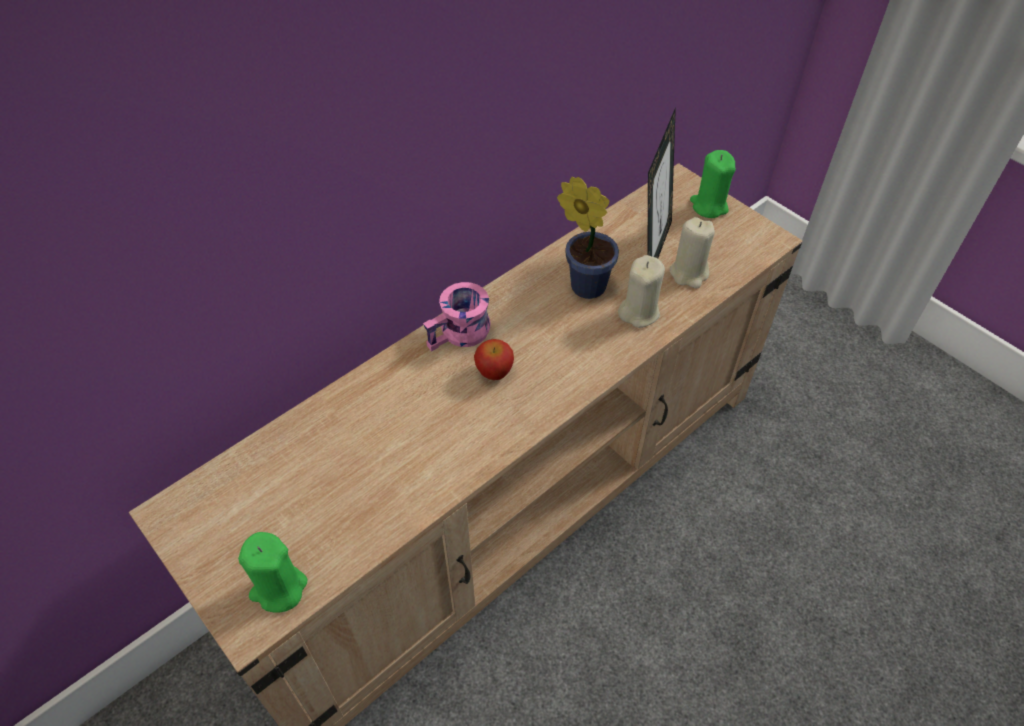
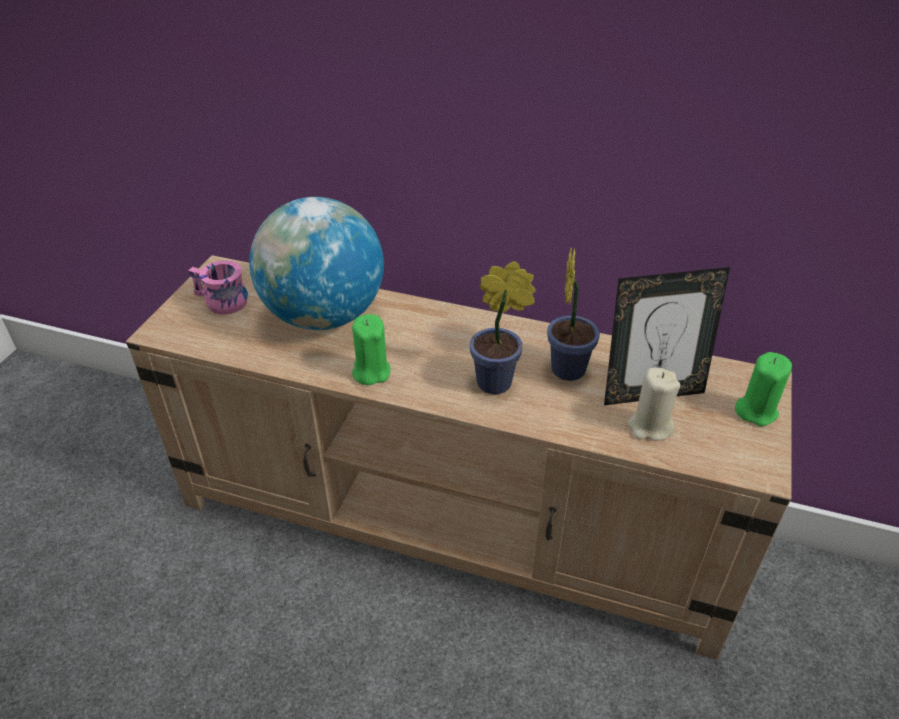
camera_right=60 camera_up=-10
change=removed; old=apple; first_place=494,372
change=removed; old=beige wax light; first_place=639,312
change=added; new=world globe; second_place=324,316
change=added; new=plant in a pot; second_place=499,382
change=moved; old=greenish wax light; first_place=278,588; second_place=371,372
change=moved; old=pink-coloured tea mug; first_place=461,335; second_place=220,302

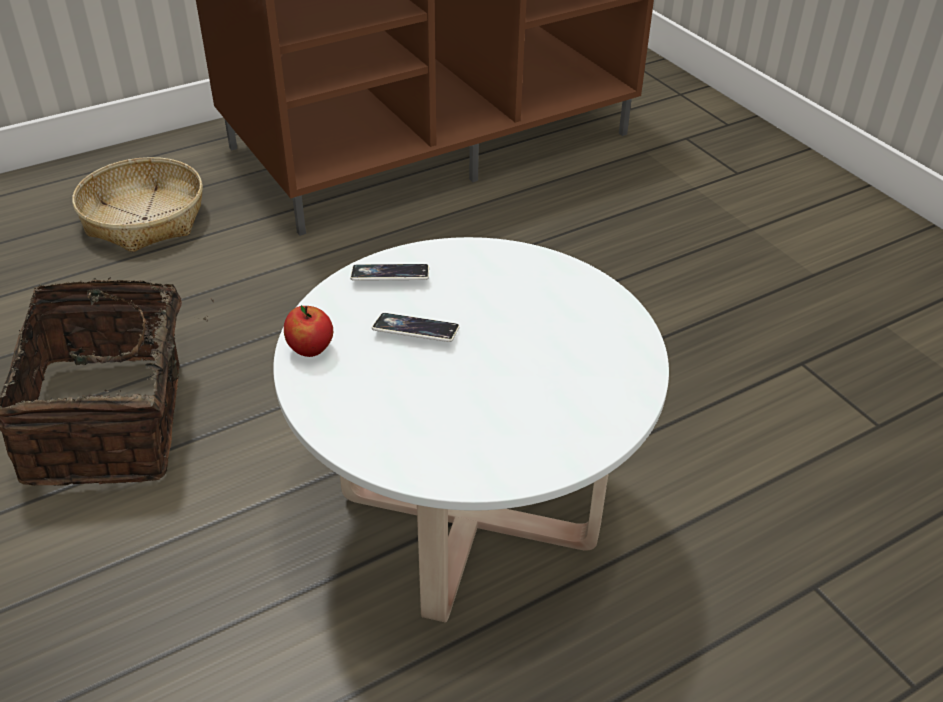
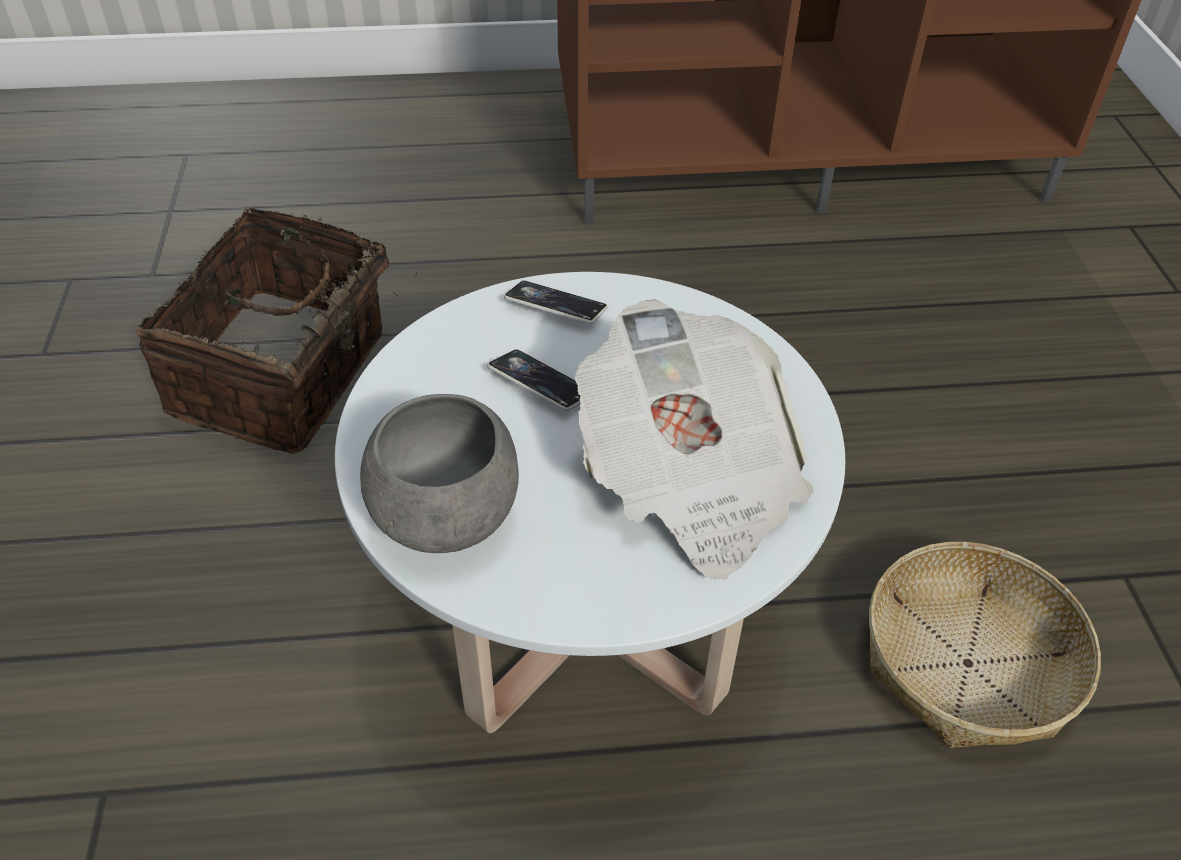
camera_right=25 camera_up=5
change=removed; old=apple; first_place=311,349
change=added; new=grey bowl; second_place=449,517
change=added; new=newspaper; second_place=691,480
change=moved; old=storage basket; first_place=144,218; second_place=967,663

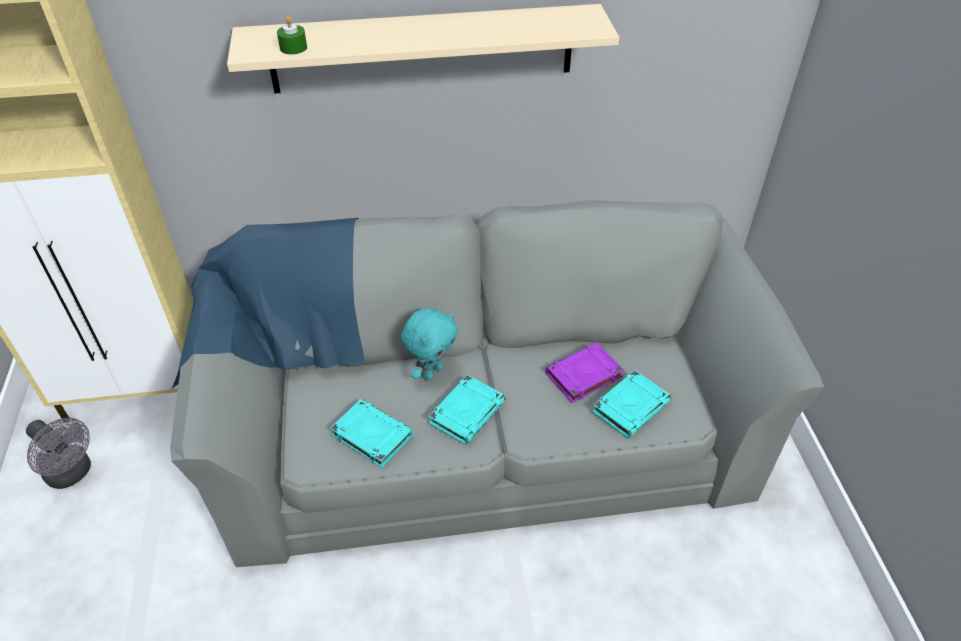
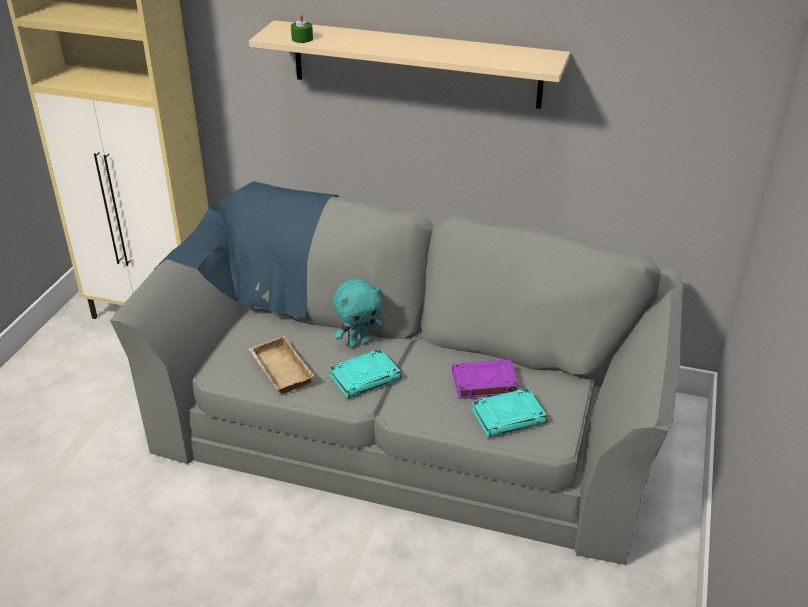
camera_right=25 camera_up=-10
change=removed; old=grey fan; first_place=73,474
change=replaced; old=blue-green bound book; new=beige serving tray; first_place=371,435; second_place=279,370

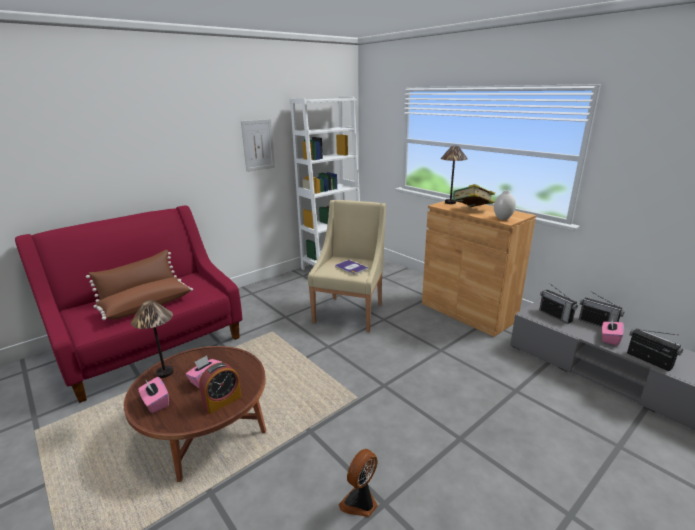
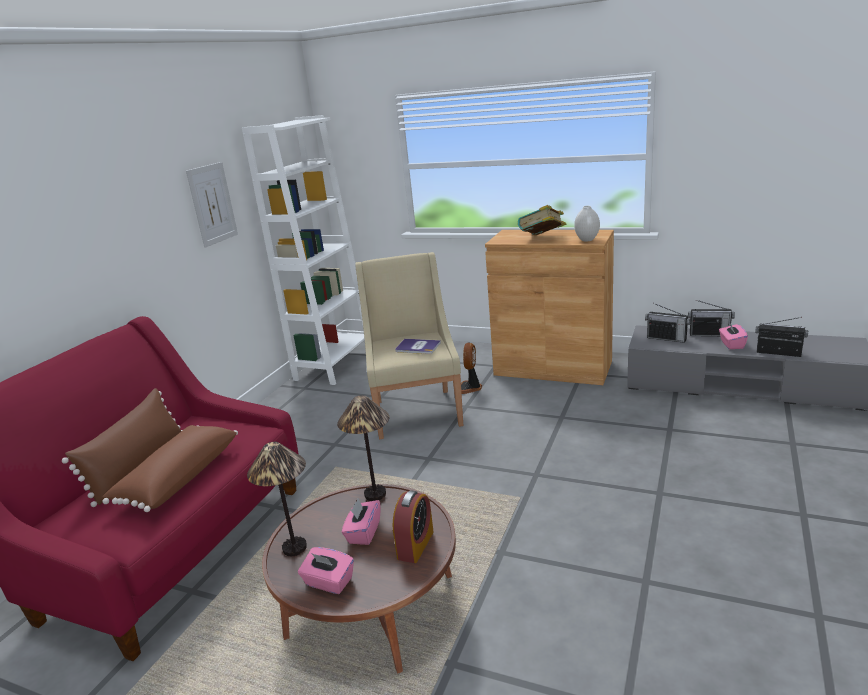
camera_right=-25 camera_up=0
change=moved; old=fan; first_place=360,503; second_place=470,388
change=moved; old=tabletop lamp; first_place=450,202; second_place=374,494

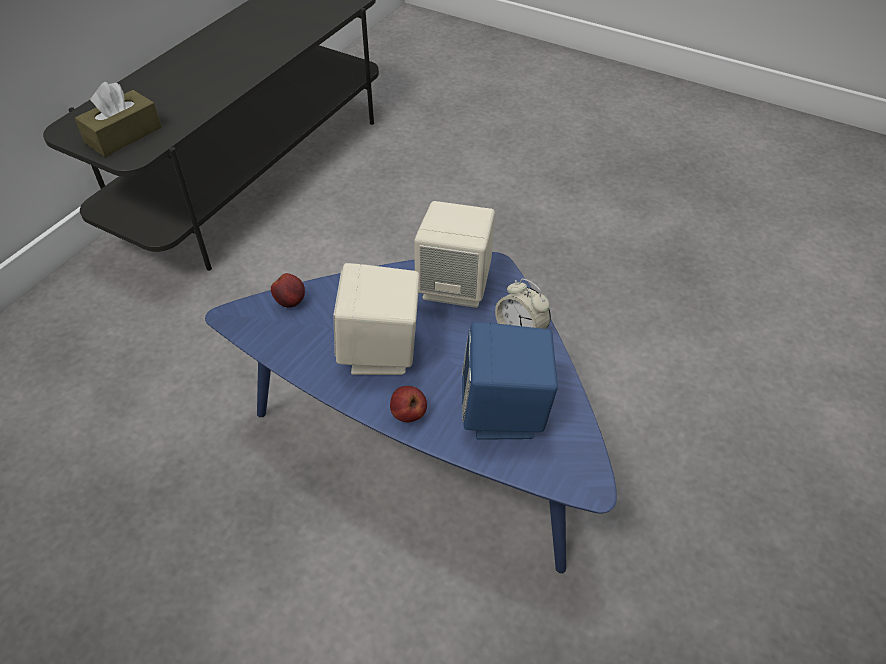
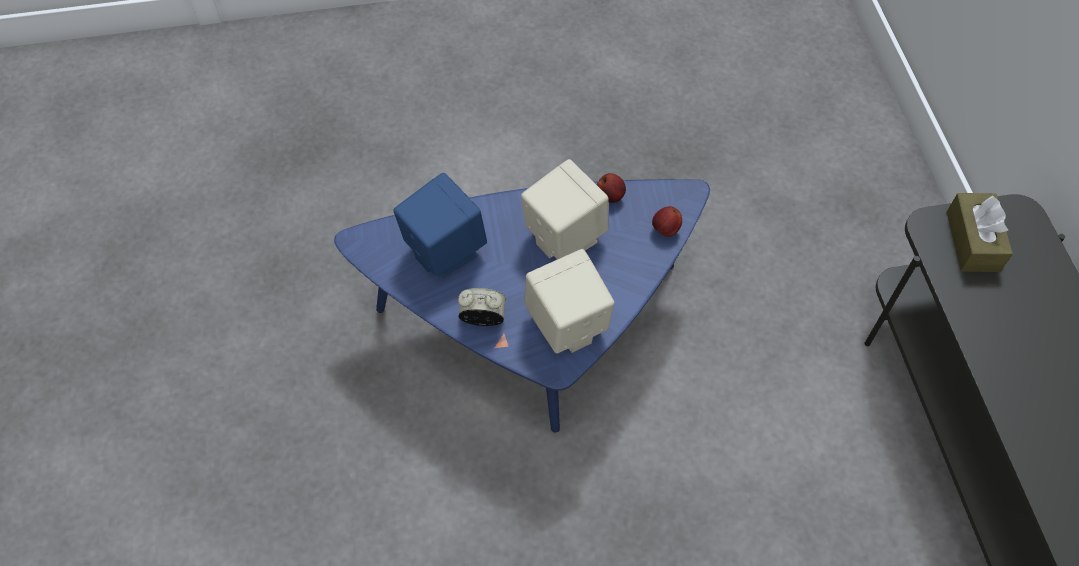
camera_right=140 camera_up=10
change=moved; old=apple; first_place=408,414; second_place=610,196

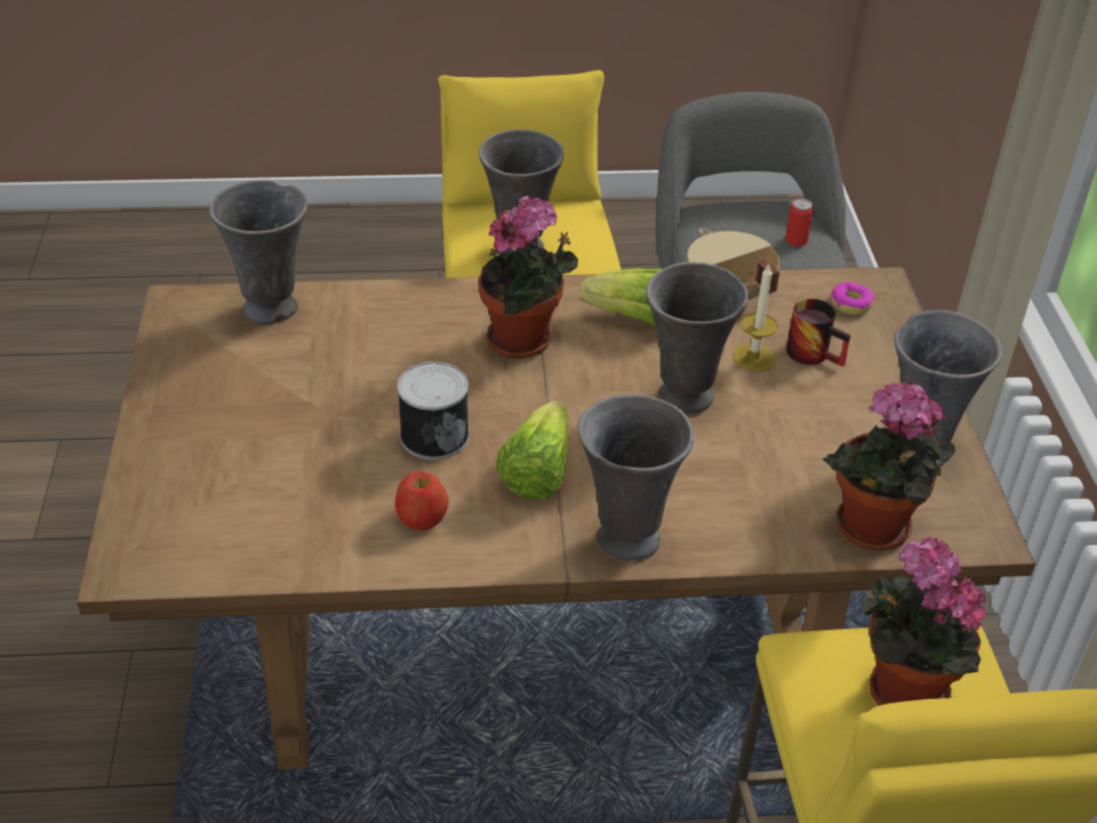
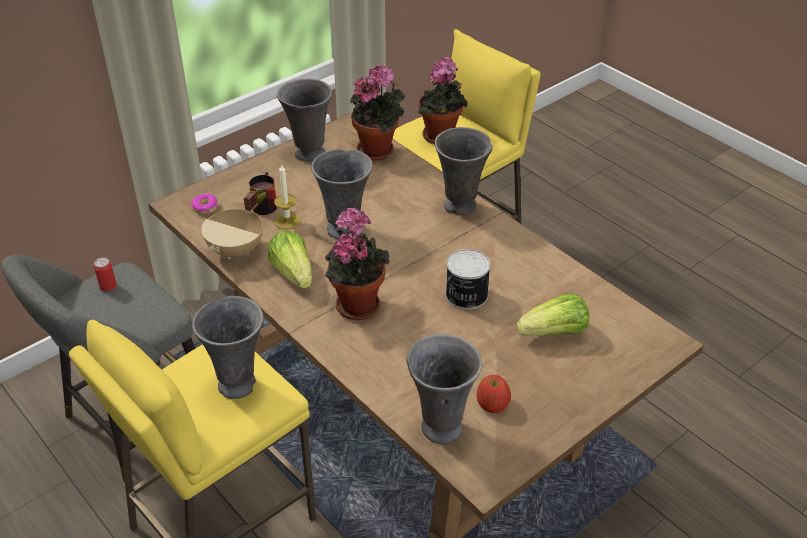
camera_right=-125 camera_up=0
change=moved; old=apple; first_place=421,516; second_place=492,403
change=moved; old=head of lettuce; first_place=537,472; second_place=555,333

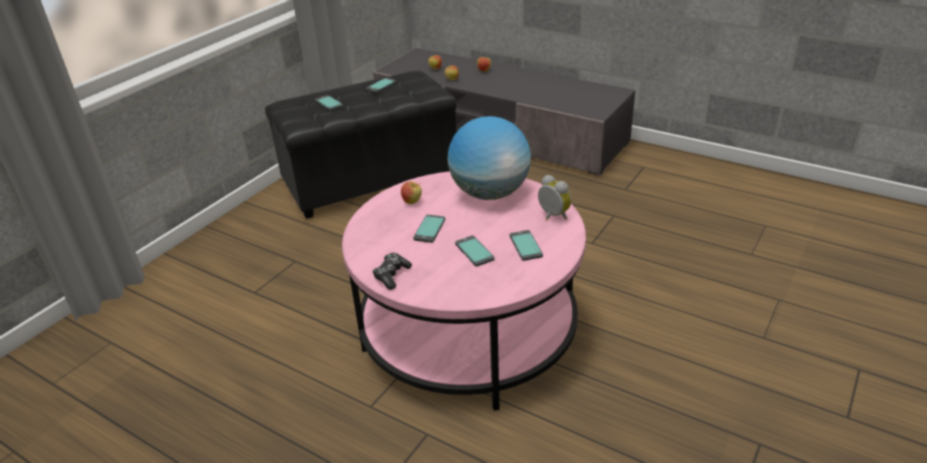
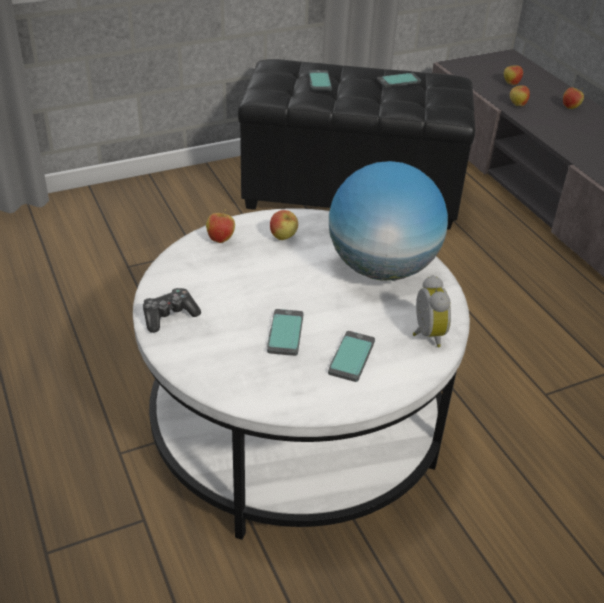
camera_right=30 camera_up=5
change=removed; old=handset; first_place=430,229
change=added; new=apple; second_place=221,239
change=recoloured; old=pink-coloured lounge table; new=white-coloured lounge table; first_place=468,330; second_place=295,424

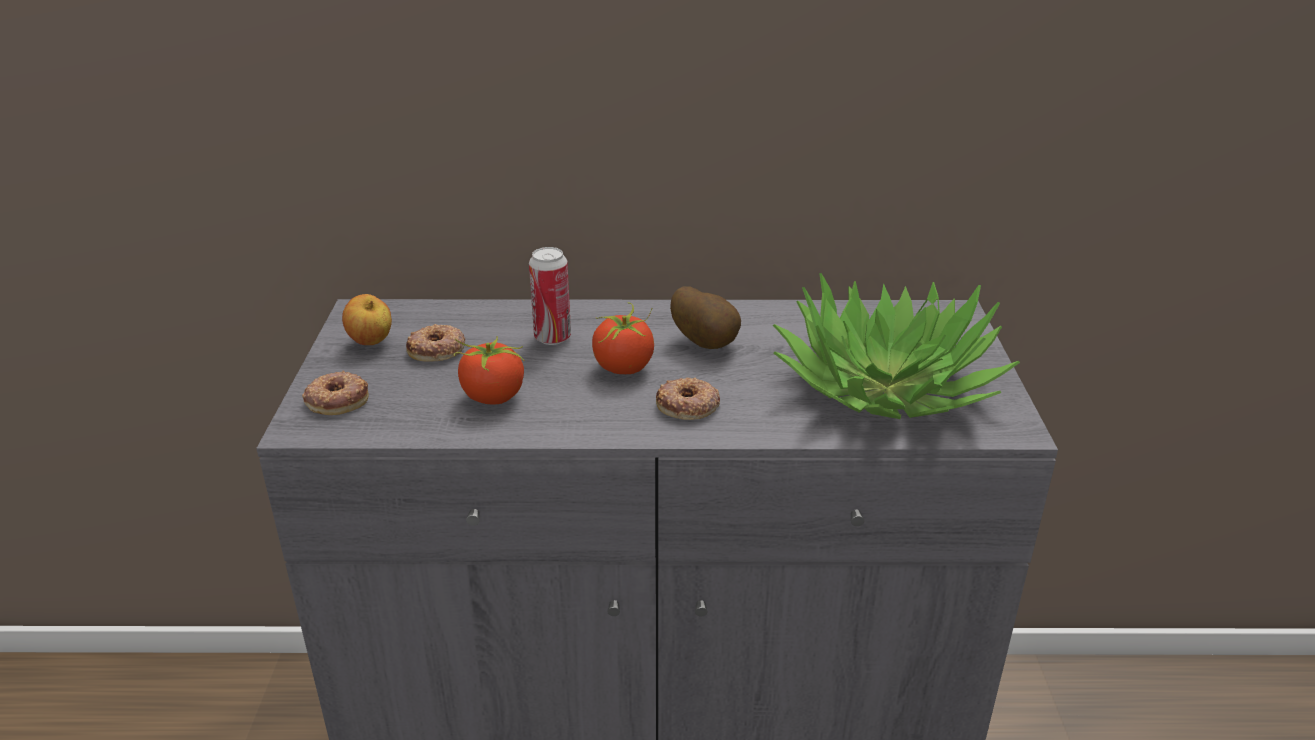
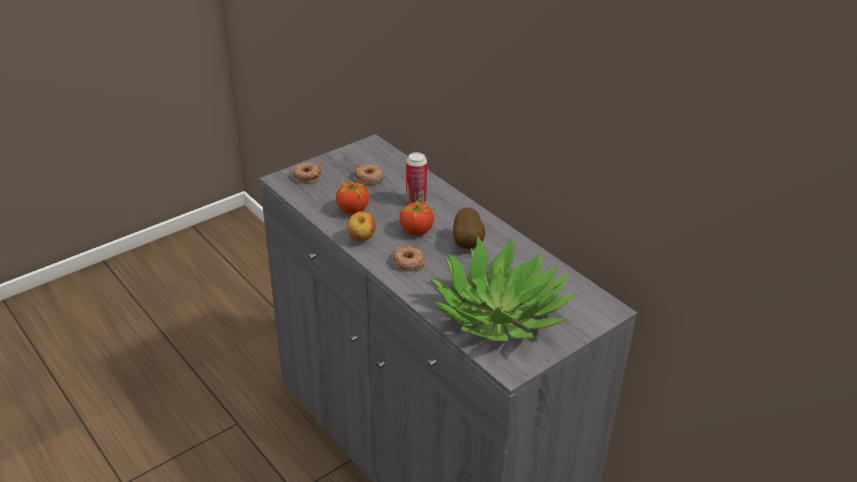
camera_right=50 camera_up=5
change=moved; old=apple; first_place=371,343; second_place=361,239

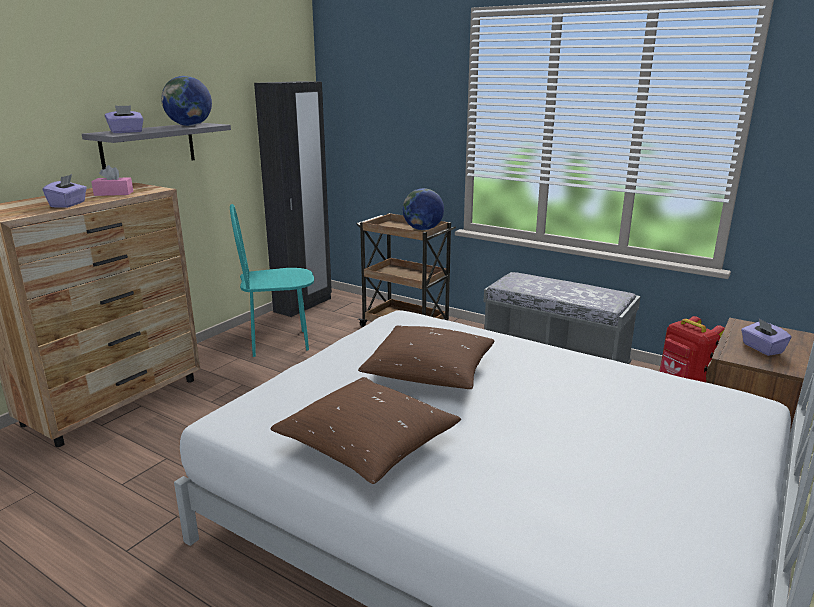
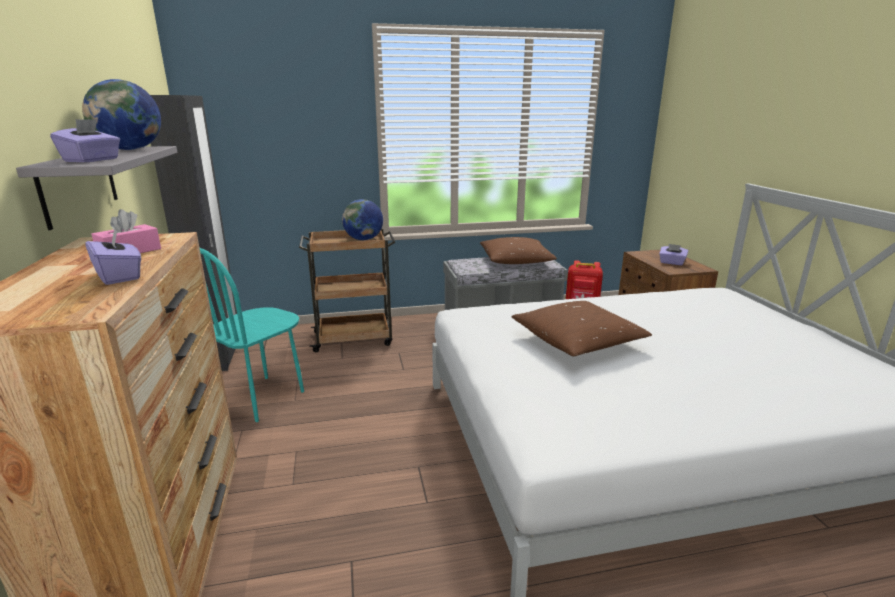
camera_right=-45 camera_up=0
change=moved; old=brown-coloured cushion; first_place=368,443; second_place=516,261

